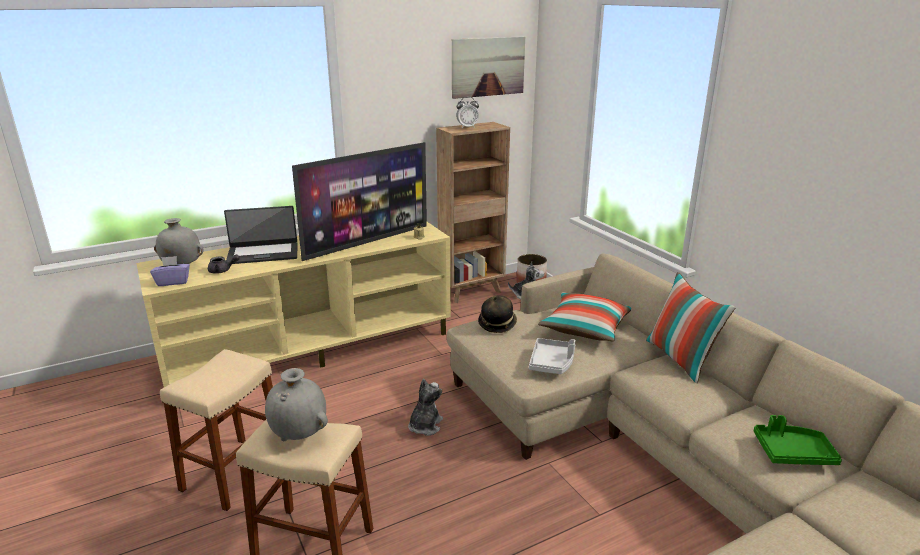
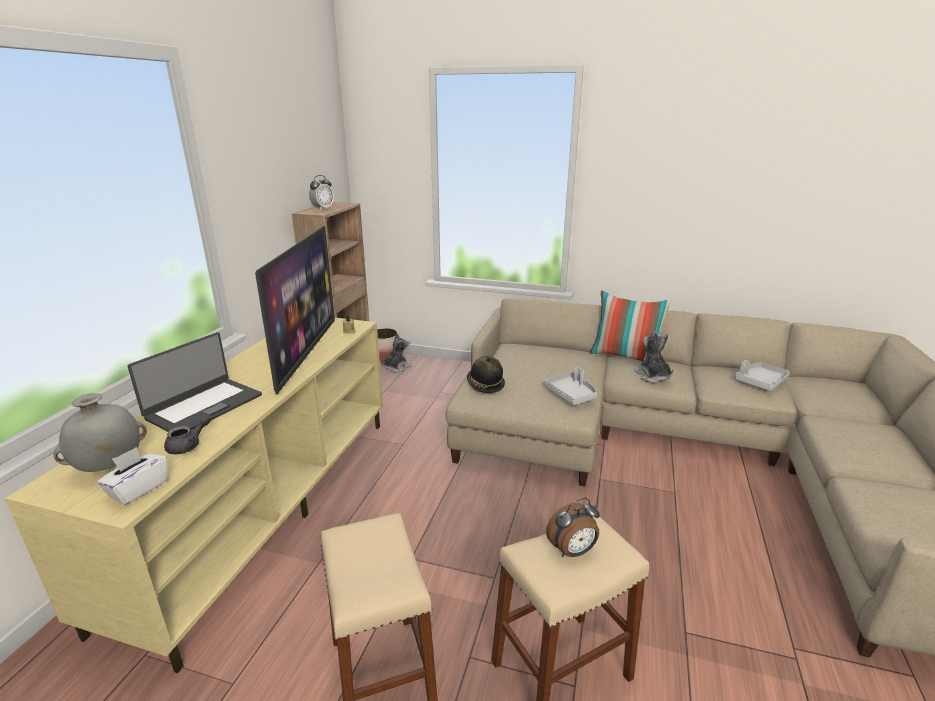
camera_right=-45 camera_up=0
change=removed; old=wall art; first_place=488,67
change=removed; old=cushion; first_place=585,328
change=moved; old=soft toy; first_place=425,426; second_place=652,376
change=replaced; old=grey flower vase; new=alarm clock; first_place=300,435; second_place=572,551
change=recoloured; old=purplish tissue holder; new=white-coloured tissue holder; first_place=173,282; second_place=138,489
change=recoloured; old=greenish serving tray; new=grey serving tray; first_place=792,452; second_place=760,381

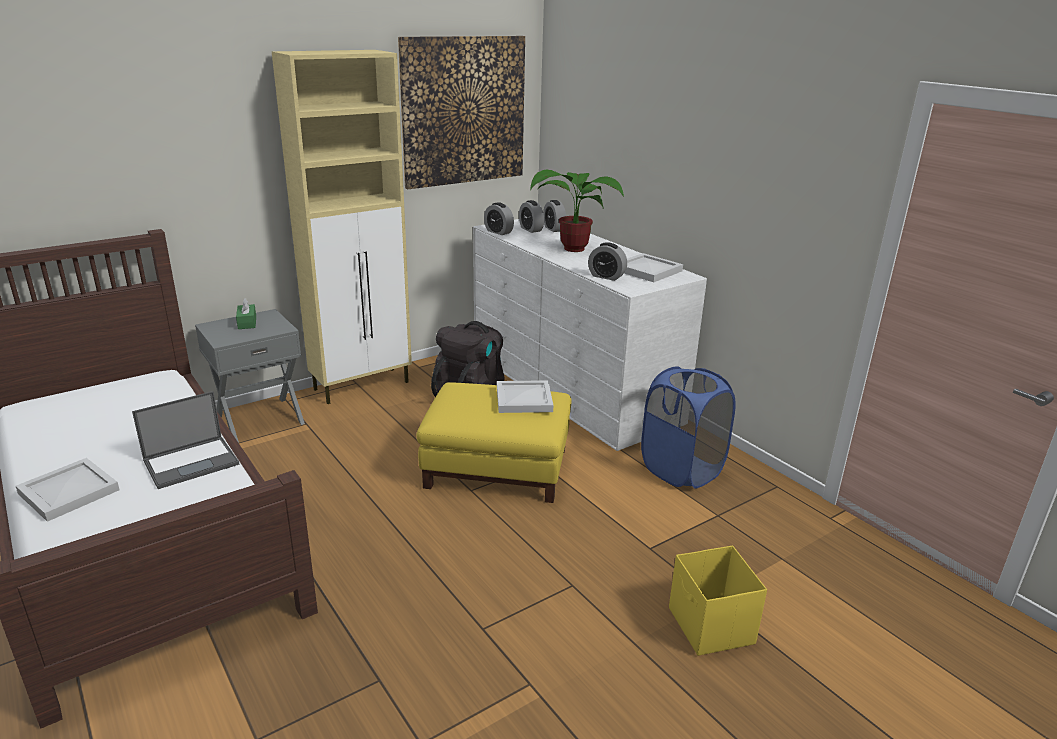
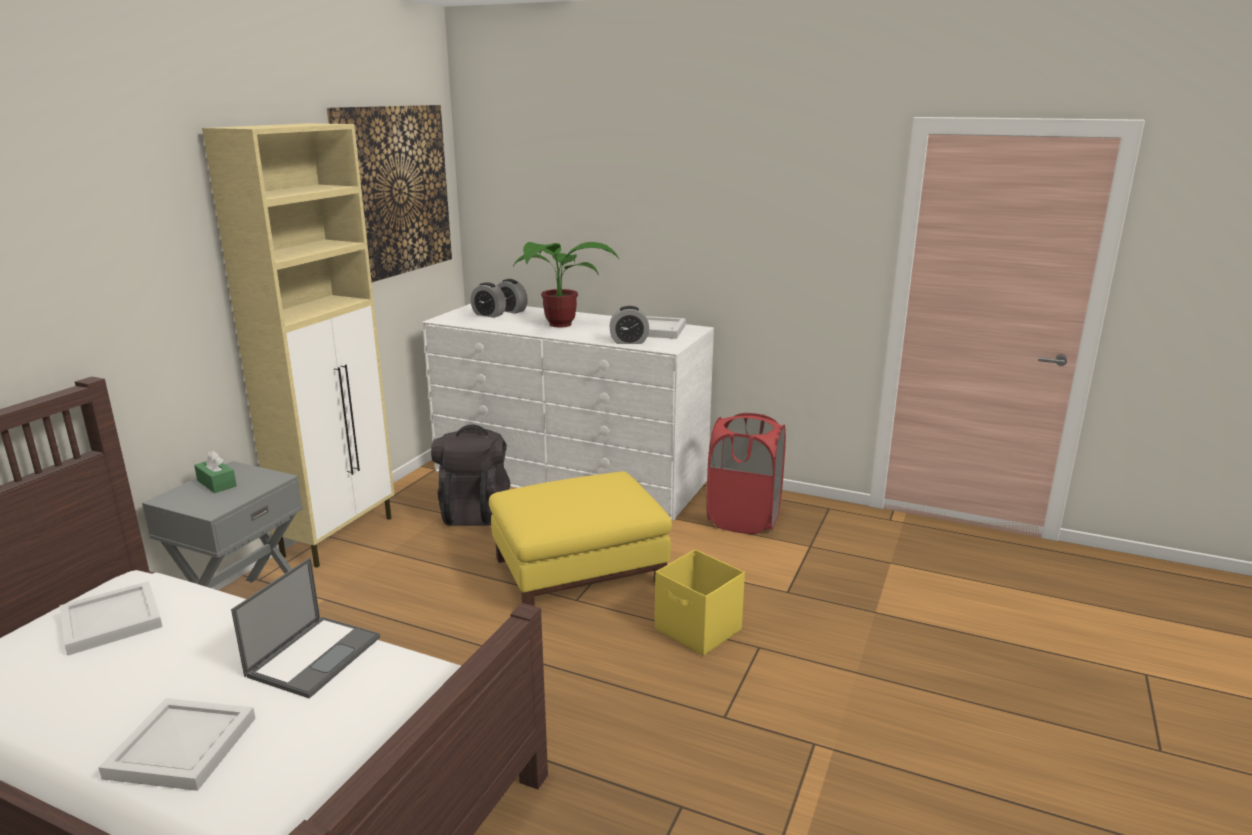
camera_right=-30 camera_up=-5
change=removed; old=alarm clock; first_place=498,232
change=moved; old=white-coloured serving tray; first_place=523,400; second_place=110,622
change=moved; old=yellowish storage box; first_place=711,627; second_place=698,630
change=recoloured; old=bluish washing basket; new=reddish washing basket; first_place=681,470; second_place=743,519

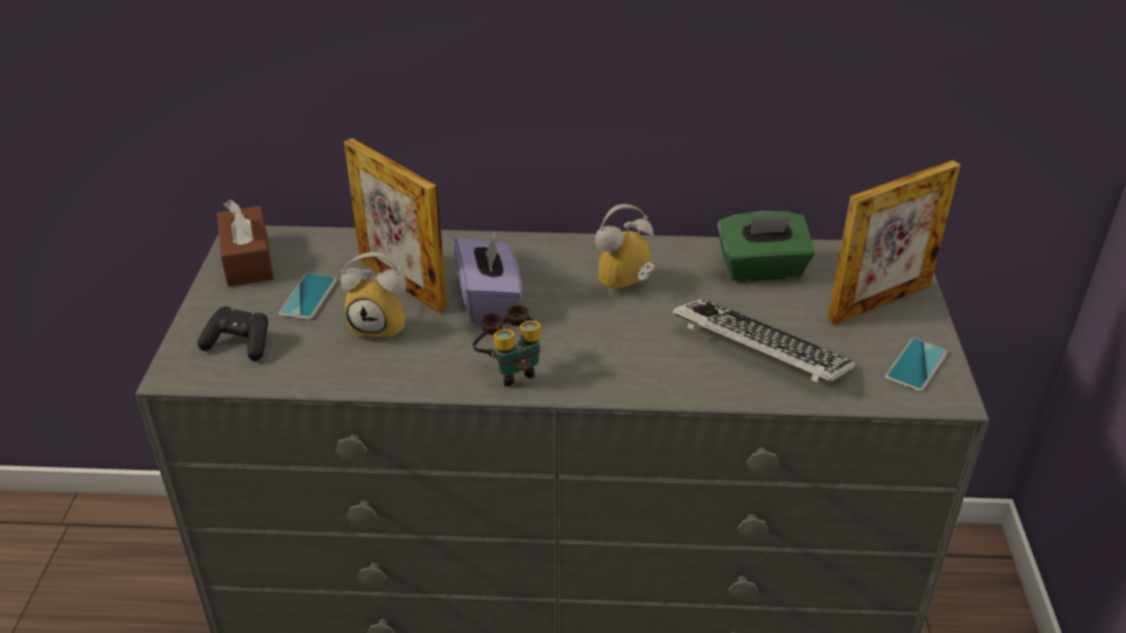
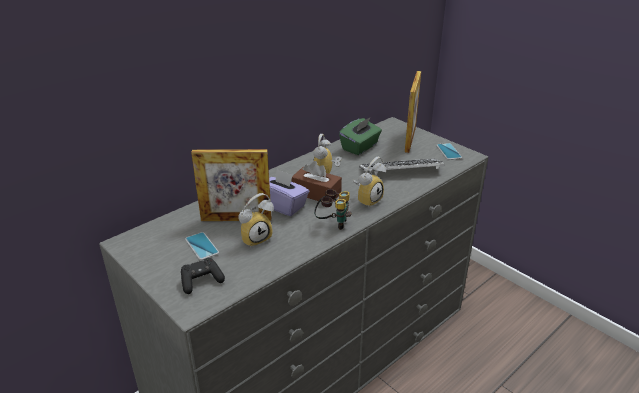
camera_right=-45 camera_up=-5
change=added; new=alarm clock; second_place=367,199
change=moved; old=brown-coloured tissue holder; first_place=248,260; second_place=316,193

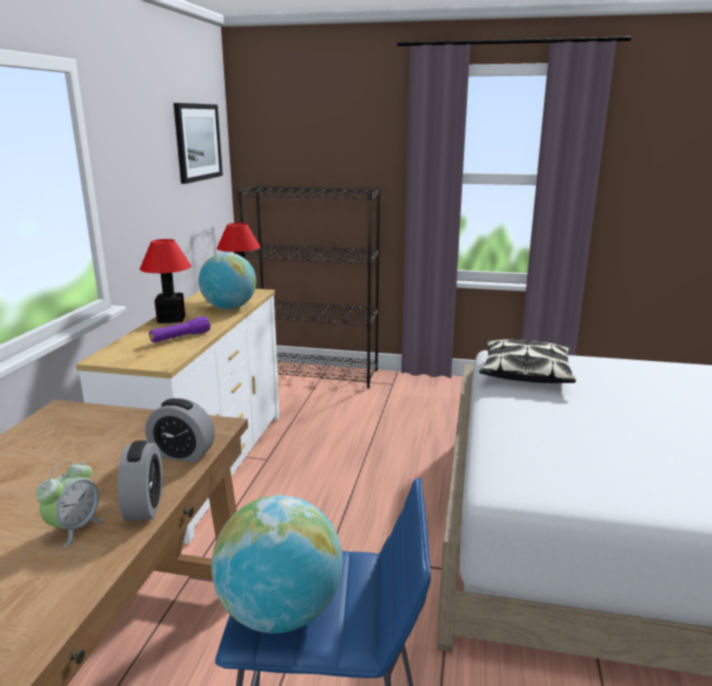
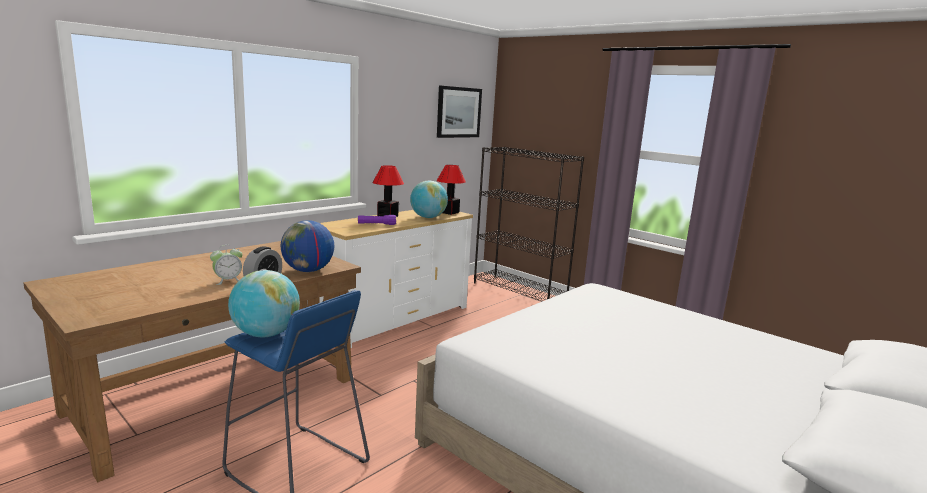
camera_right=30 camera_up=-5
change=removed; old=cushion; first_place=525,373
change=replaced; old=alarm clock; new=world globe; first_place=182,454; second_place=308,271

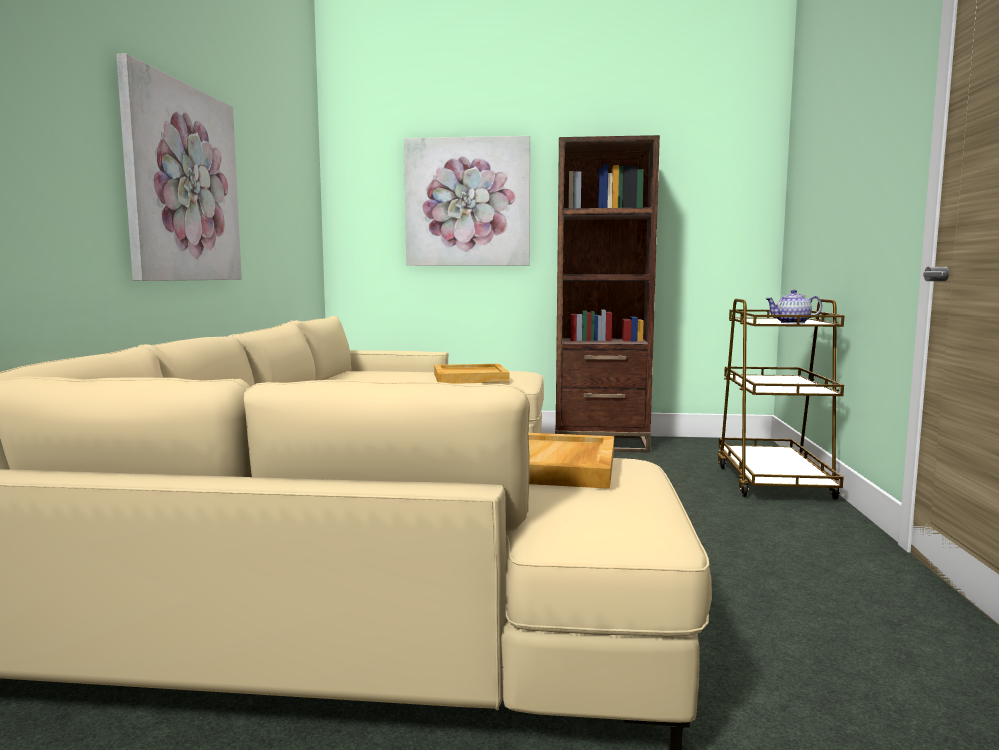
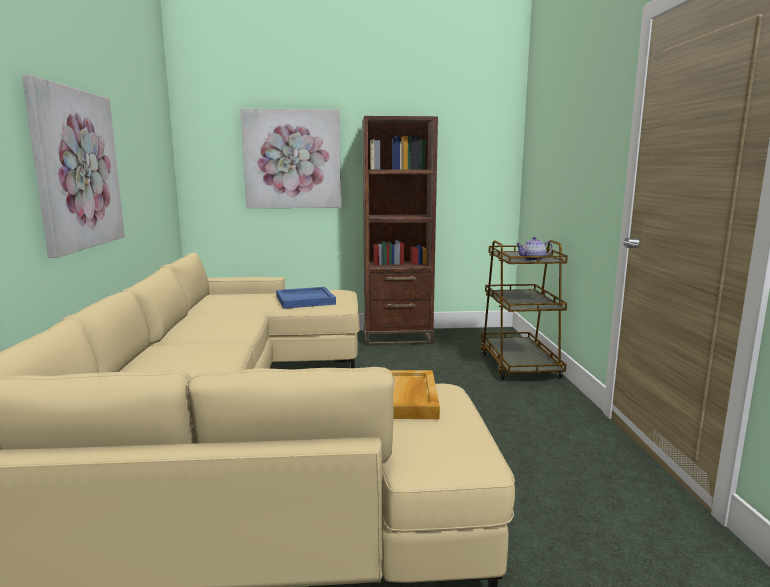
camera_right=-10 camera_up=5
change=recoloured; old=beige serving tray; new=bluish serving tray; first_place=470,377; second_place=305,300

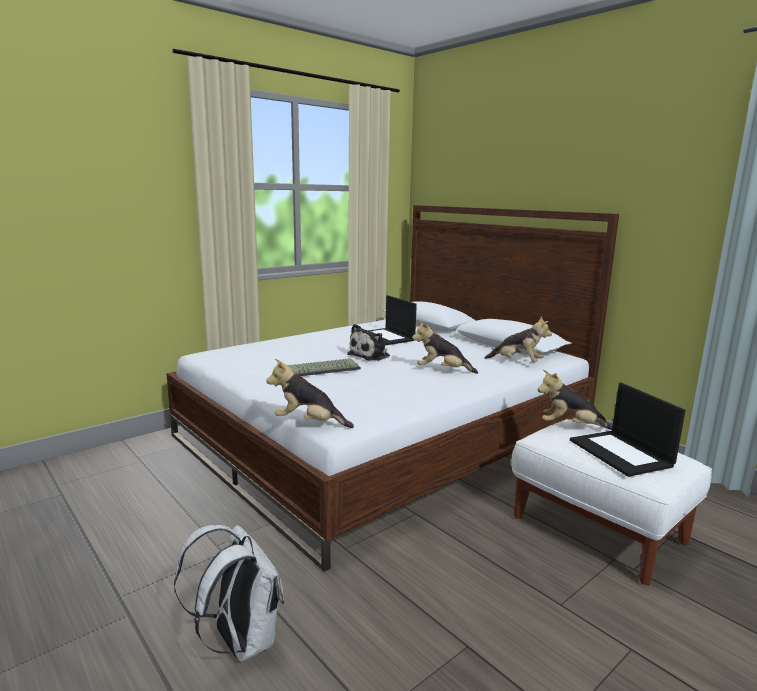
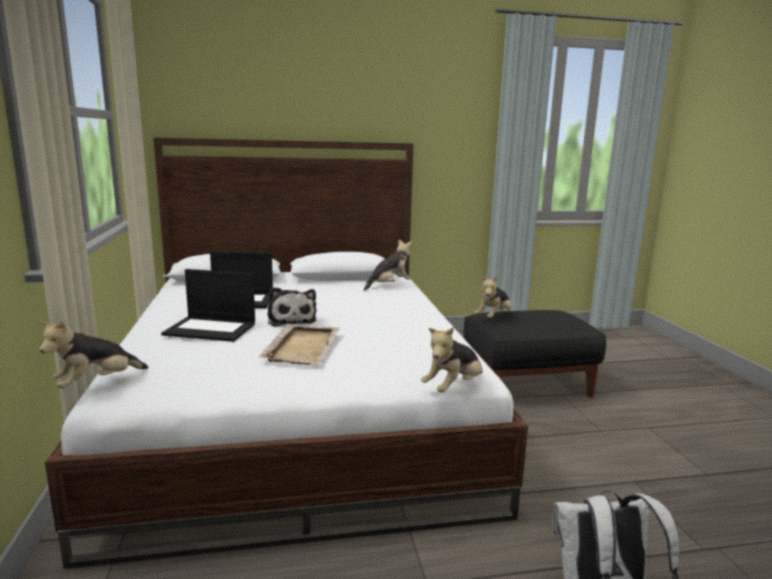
camera_right=-60 camera_up=0
change=moved; old=soft toy; first_place=442,371; second_place=96,383
change=moved; old=portable computer; first_place=621,453; second_place=211,329
change=replaced; old=PC keyboard; new=beige serving tray; first_place=323,369; second_place=303,346
change=recoloured; old=white-coloured ottoman; new=blackish ottoman; first_place=599,530; second_place=528,385

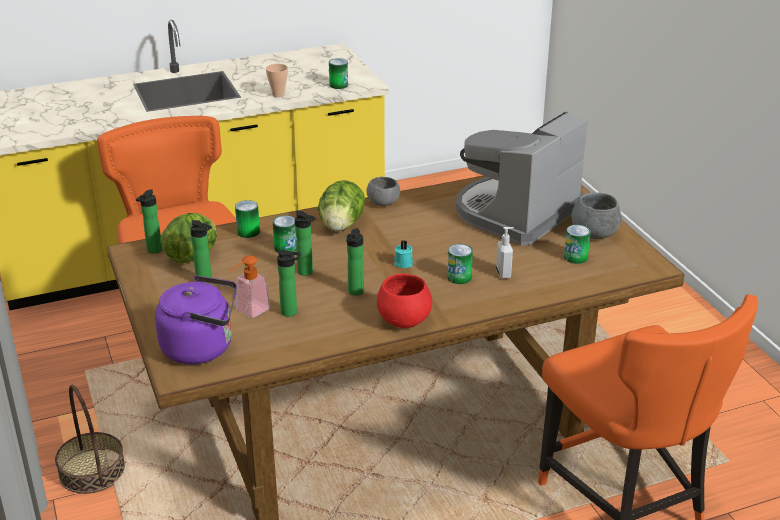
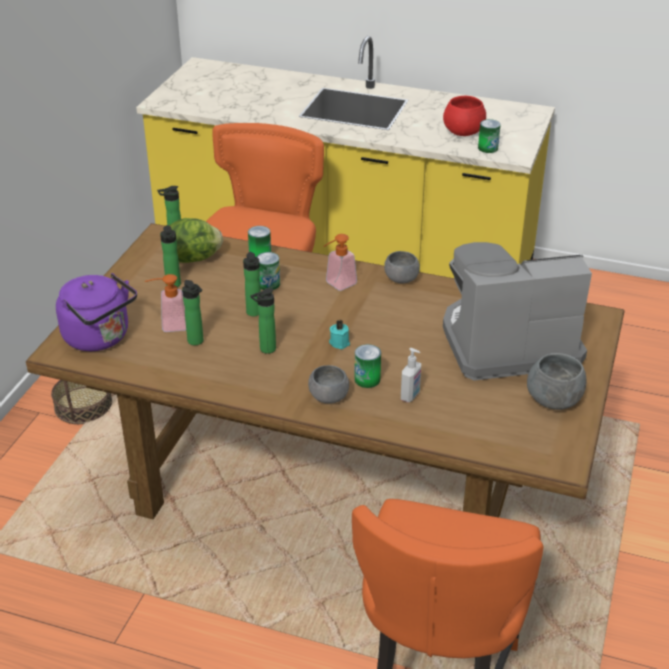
camera_right=40 camera_up=5
change=removed; old=drinking cup; first_place=278,94
change=removed; old=sealed can; first_place=575,257
change=added; new=grey bowl; second_place=328,397
change=moved; old=reddish bowl; first_place=404,320; second_place=464,132
change=replaced; old=head of lettuce; new=soap bottle; first_place=341,226; second_place=337,285

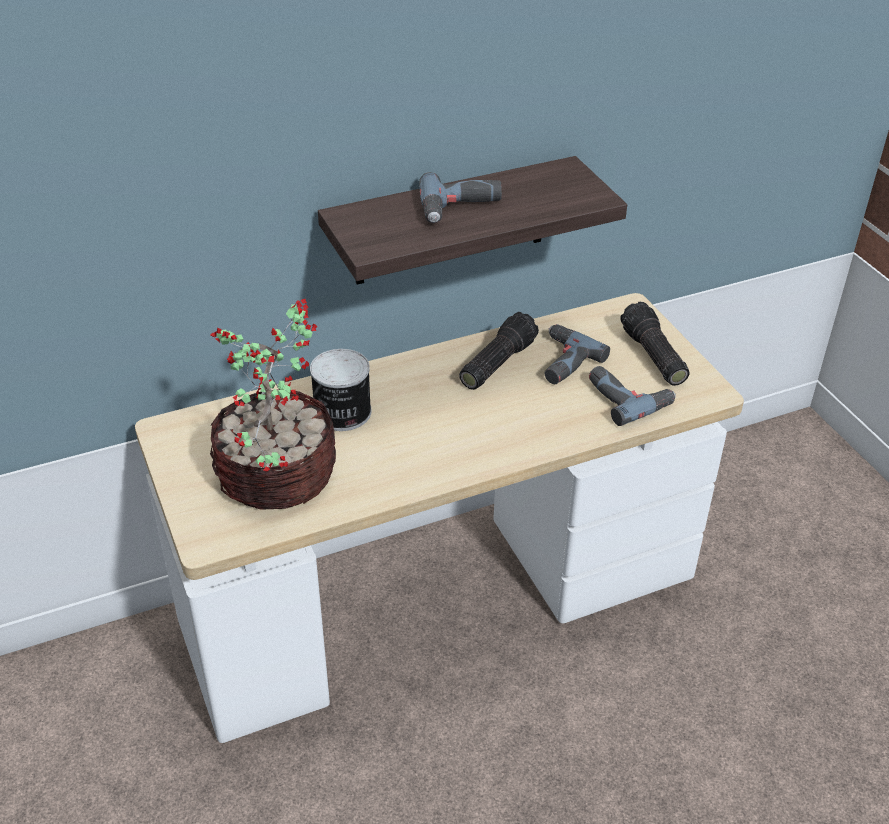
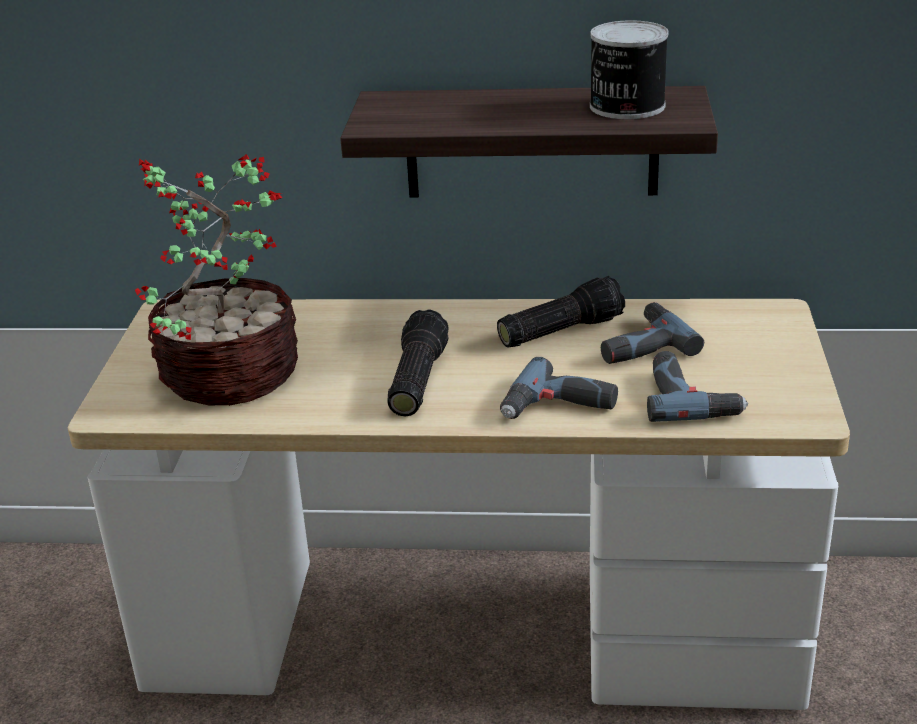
camera_right=30 camera_up=-10
change=moved; old=sealed can; first_place=341,413; second_place=625,107
change=moved; old=drill; first_place=461,208; second_place=559,408
change=moved; old=torch; first_place=651,356; second_place=415,380

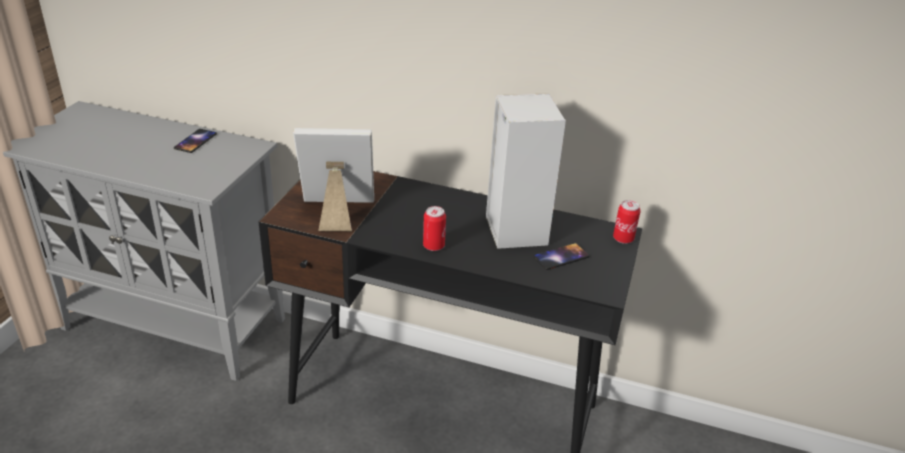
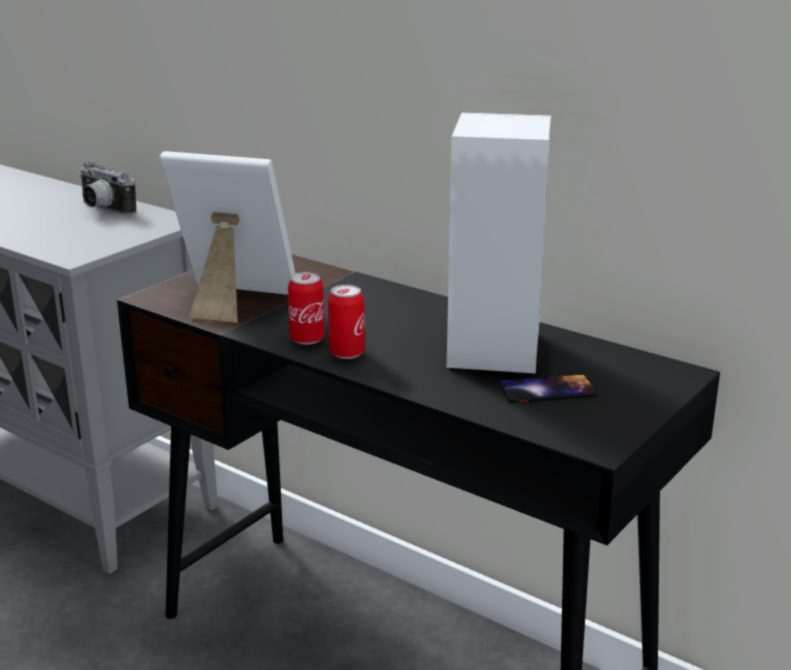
camera_right=20 camera_up=-10
change=moved; old=sealed can; first_place=623,239; second_place=307,339
change=replaced; old=handset; new=photo camera; first_place=195,141; second_place=103,210

